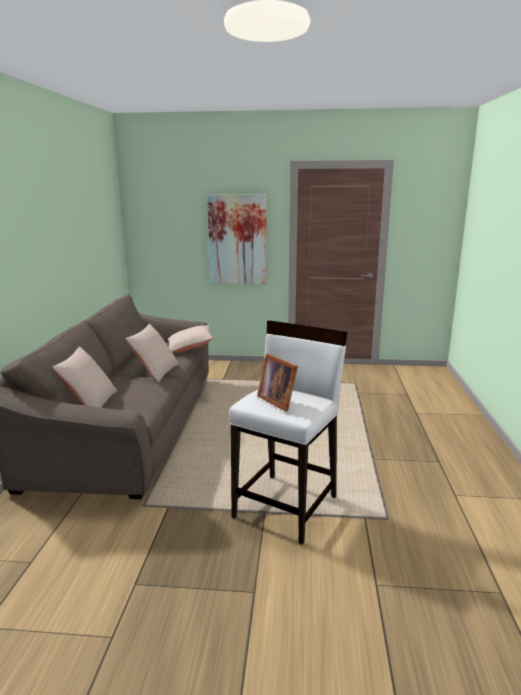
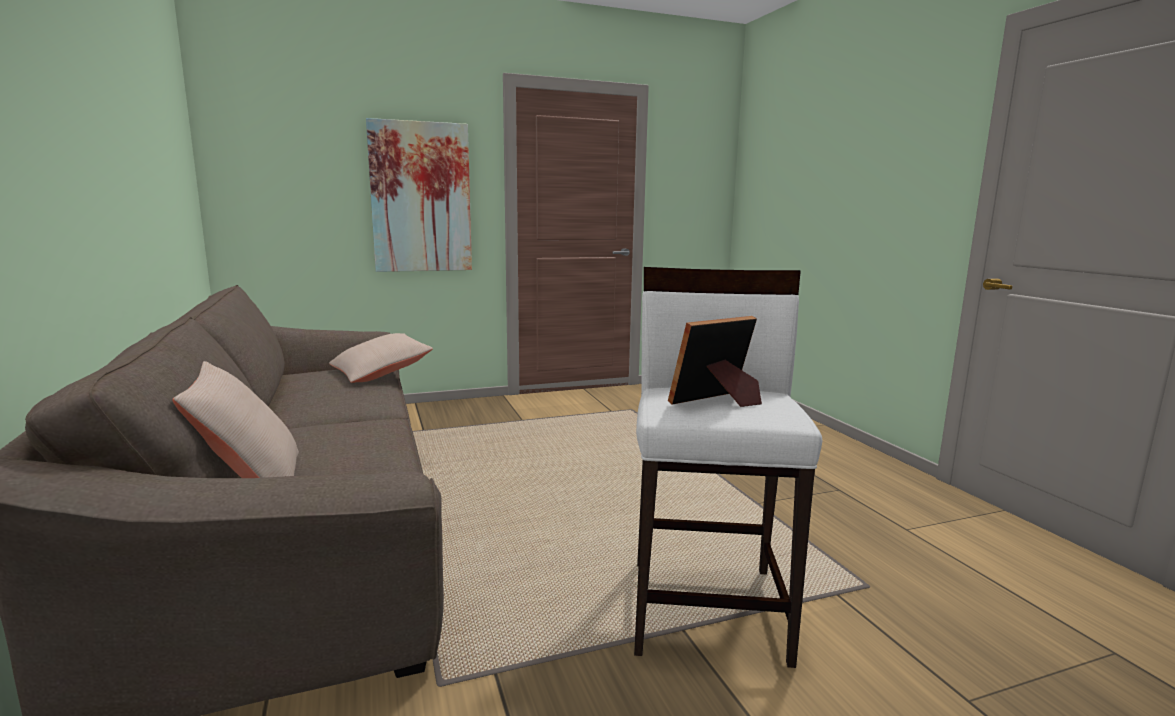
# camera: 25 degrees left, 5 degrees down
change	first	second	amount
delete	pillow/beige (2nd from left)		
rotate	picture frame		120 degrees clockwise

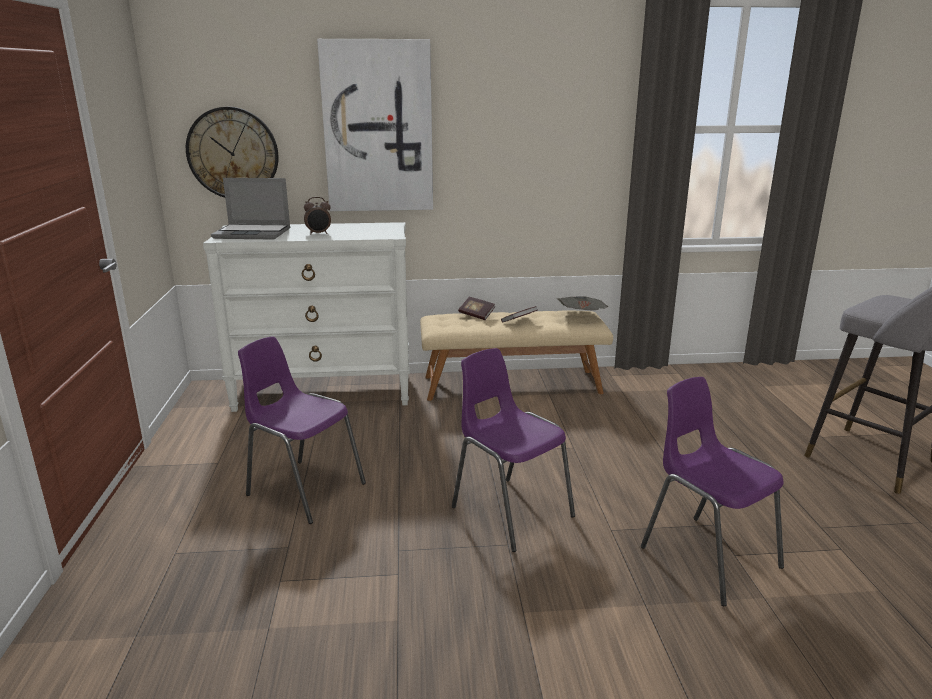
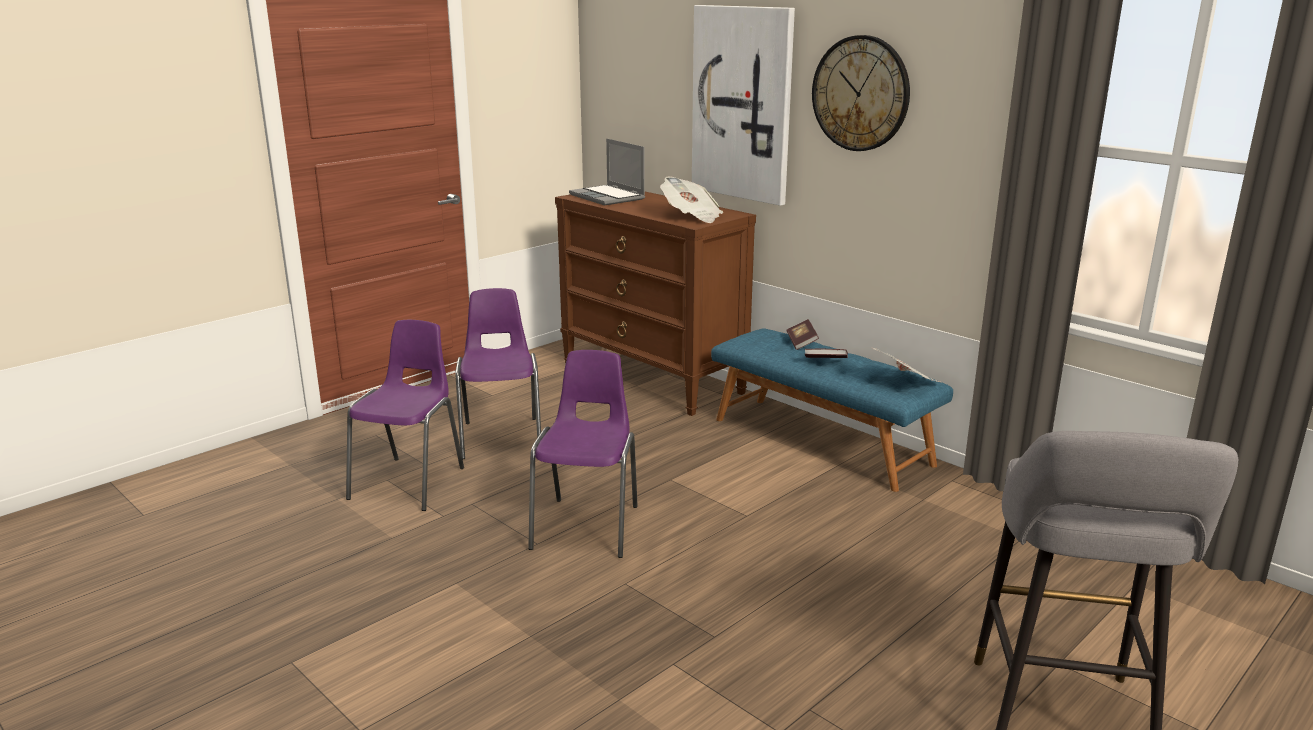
# camera: 50 degrees right, 0 degrees up
change	first	second	amount
delete	alarm clock		
insert		newspaper (1st from left)	
move	wall clock		
move	chair/purple (3rd from left in the first image)	chair/purple (1st from left)	
recolor	dresser/white	dresser/brown	
recolor	bench/beige	bench/blue	

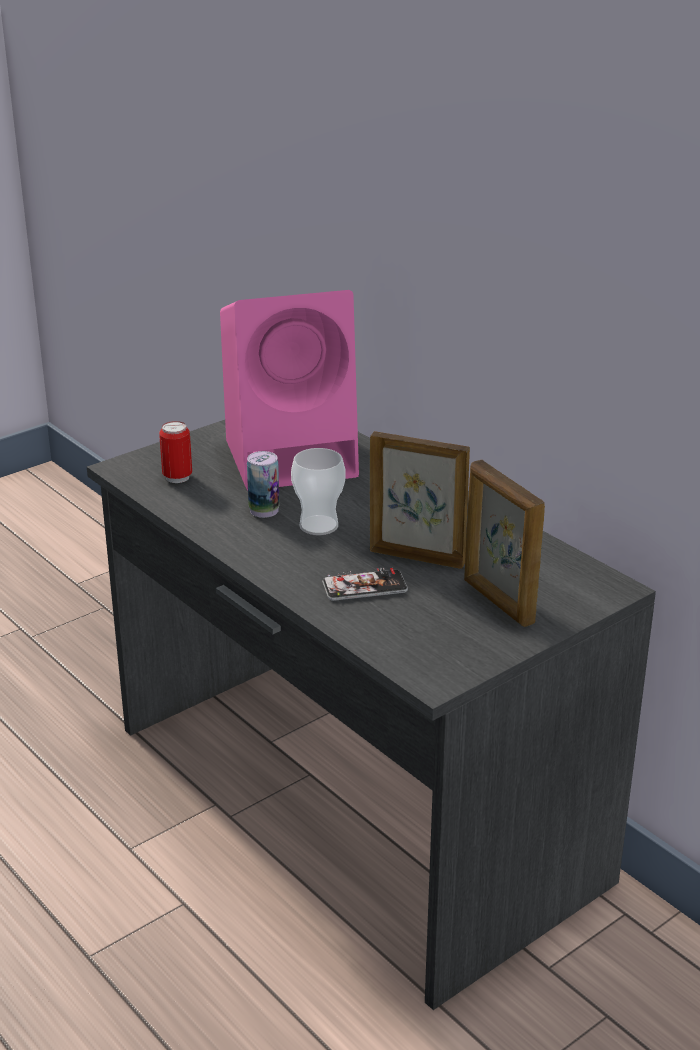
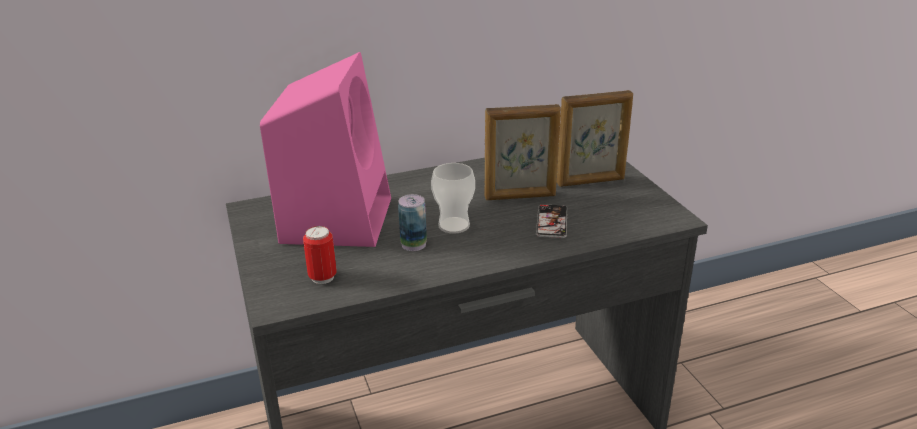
# camera: 70 degrees left, 0 degrees up
change	first	second	amount
rotate	picture frame (1st from left)		135 degrees counterclockwise

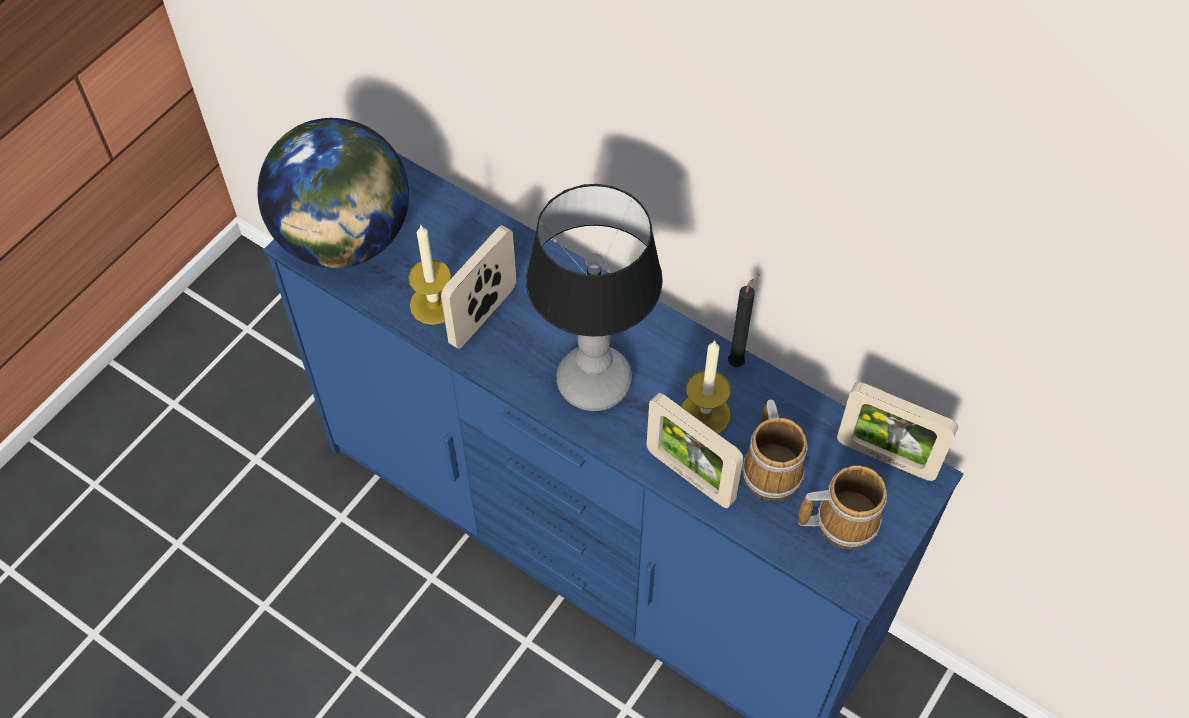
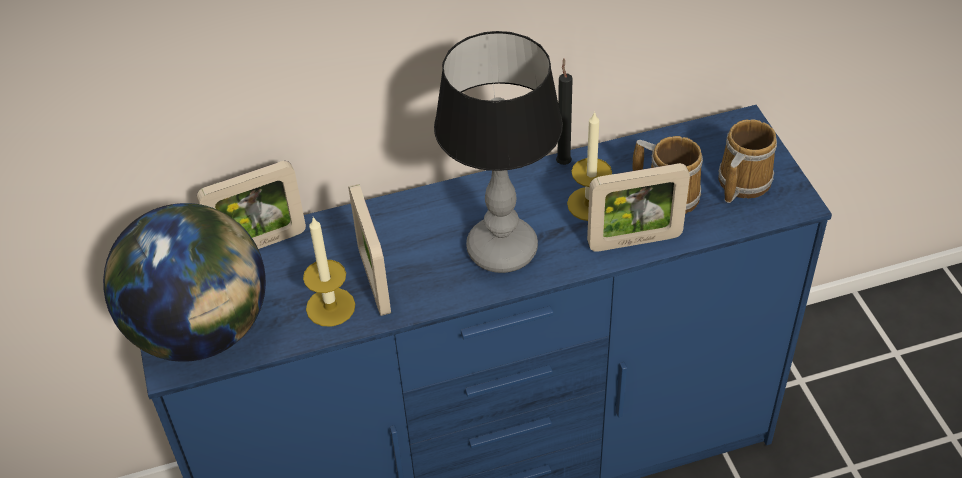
# camera: 50 degrees left, 10 degrees down
change	first	second	amount
move	picture frame (3rd from left in the first image)	picture frame (1st from left)	

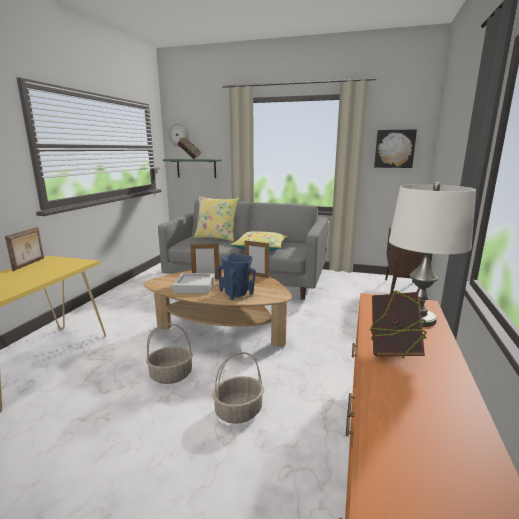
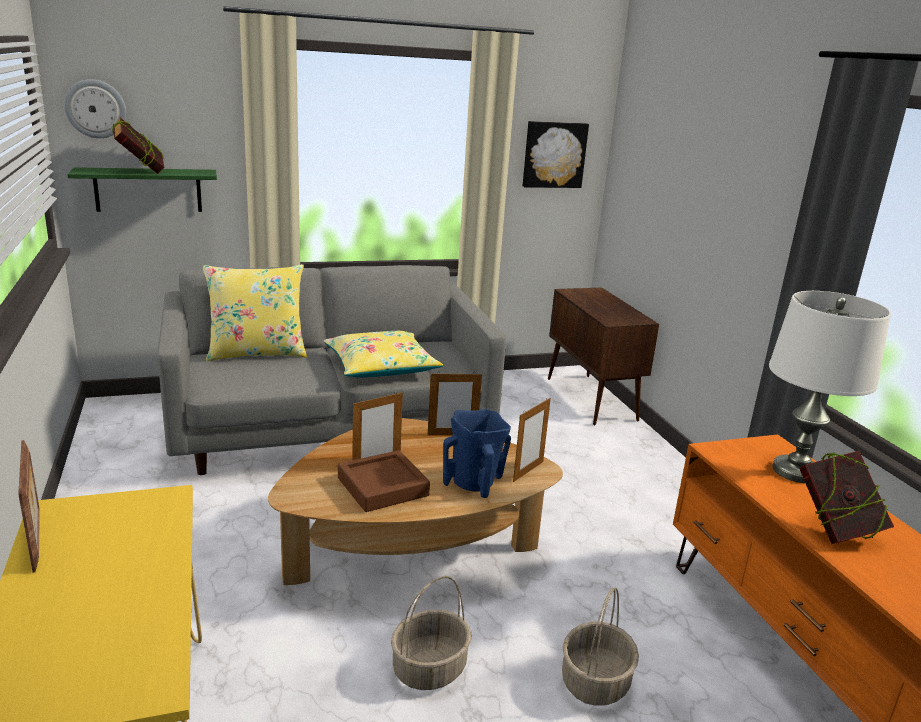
# camera: 35 degrees left, 5 degrees up
change	first	second	amount
insert		picture frame (4th from left)	
recolor	tray/grey	tray/brown	

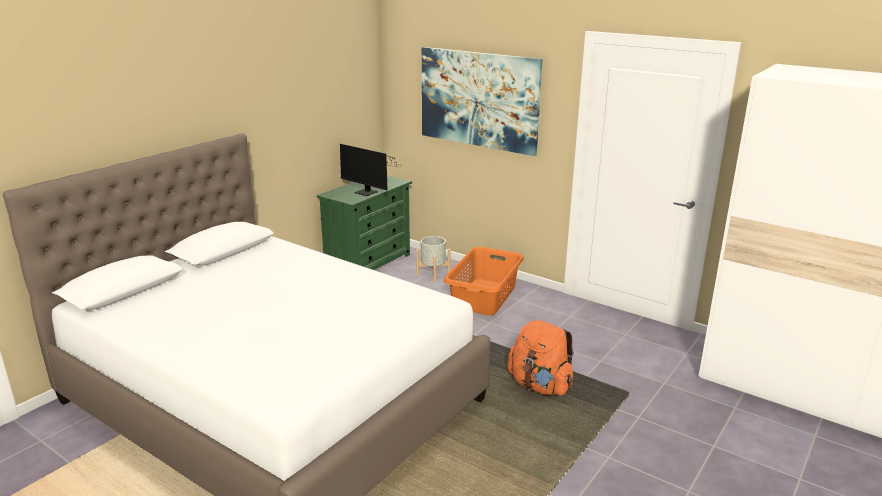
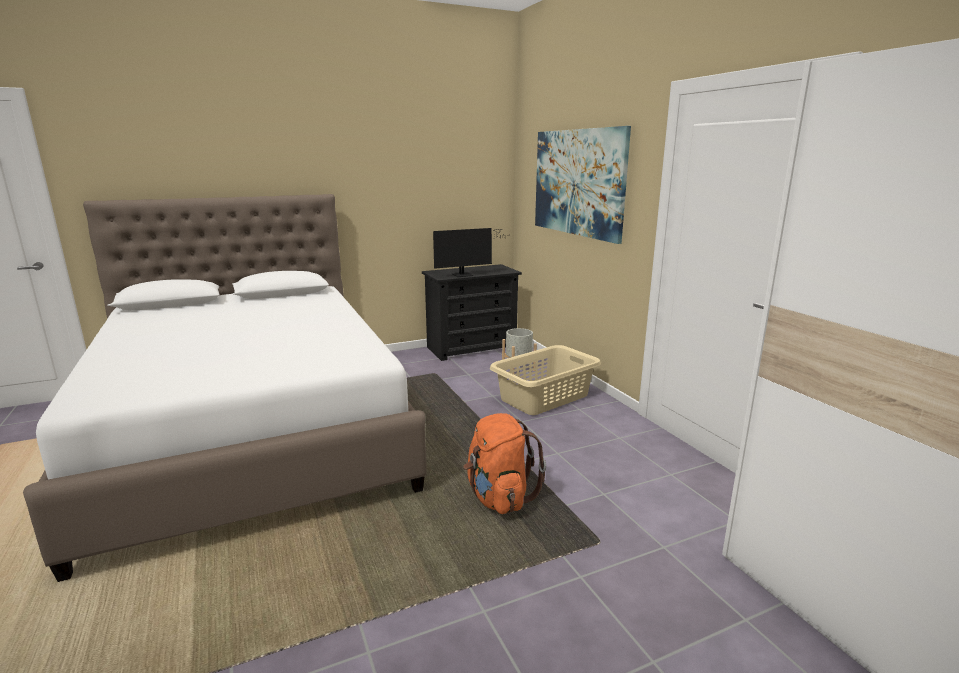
# camera: 30 degrees right, 5 degrees down
change	first	second	amount
recolor	dresser/green	dresser/black	
recolor	laundry basket/orange	laundry basket/beige	
rotate	monitor		90 degrees counterclockwise

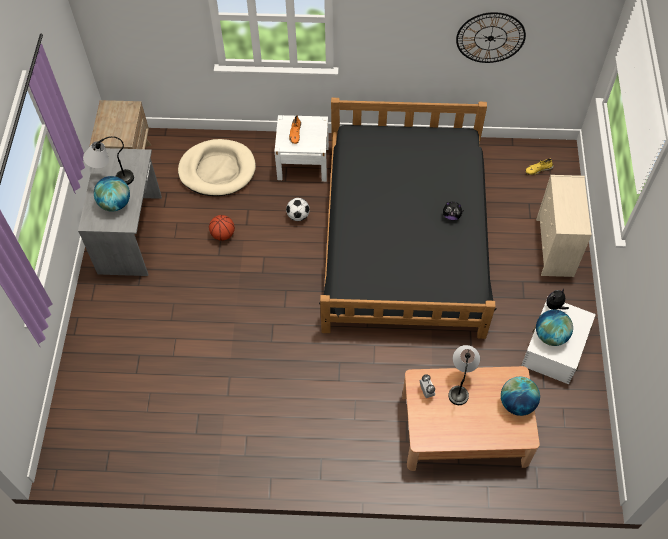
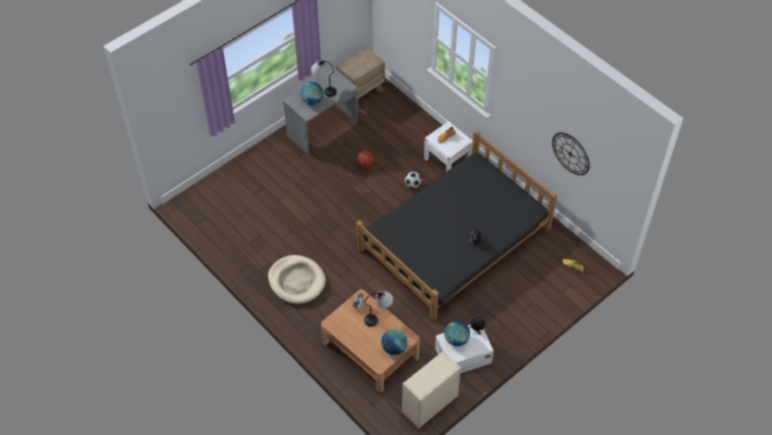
# camera: 45 degrees right, 5 degrees down
change	first	second	amount
move	dog bed/beige		
move	dresser/beige		

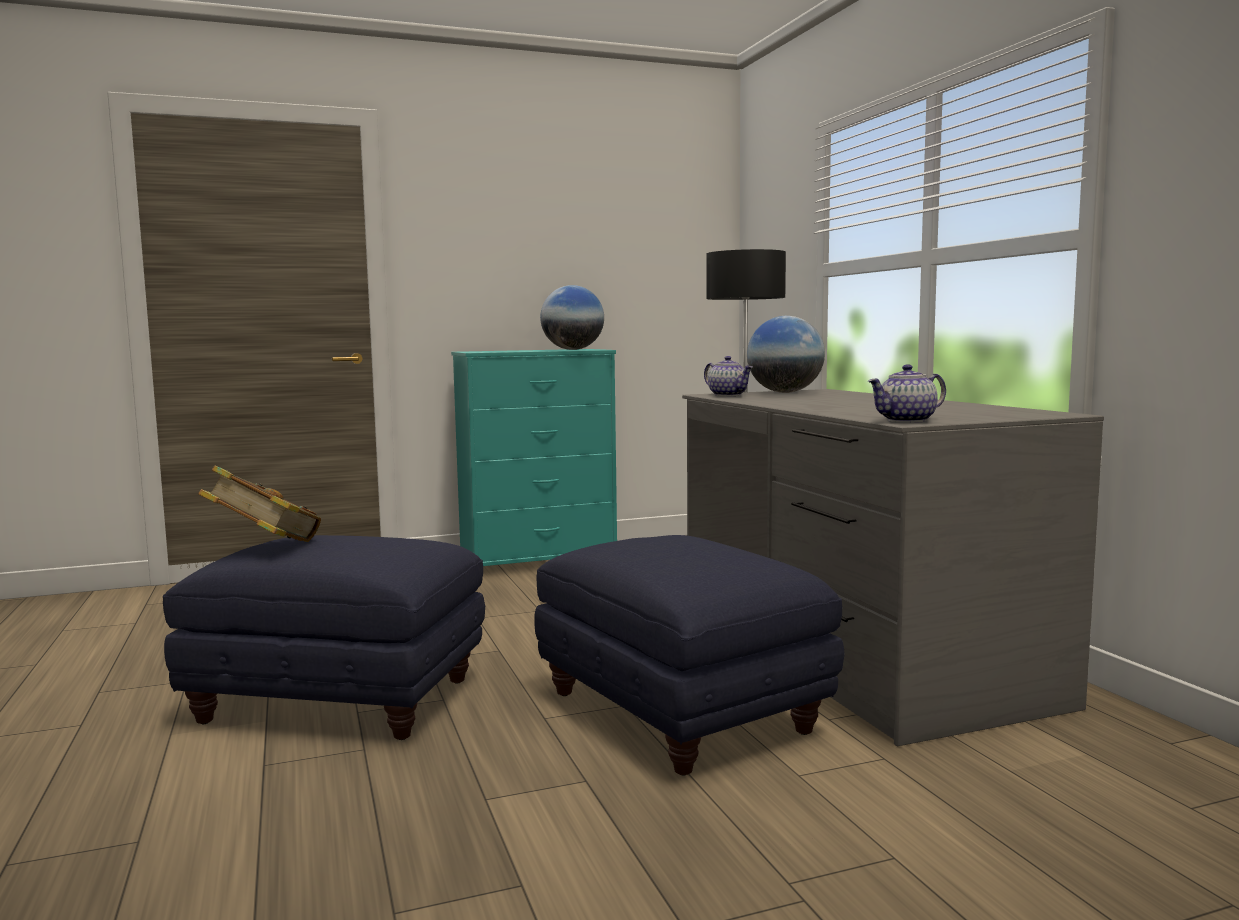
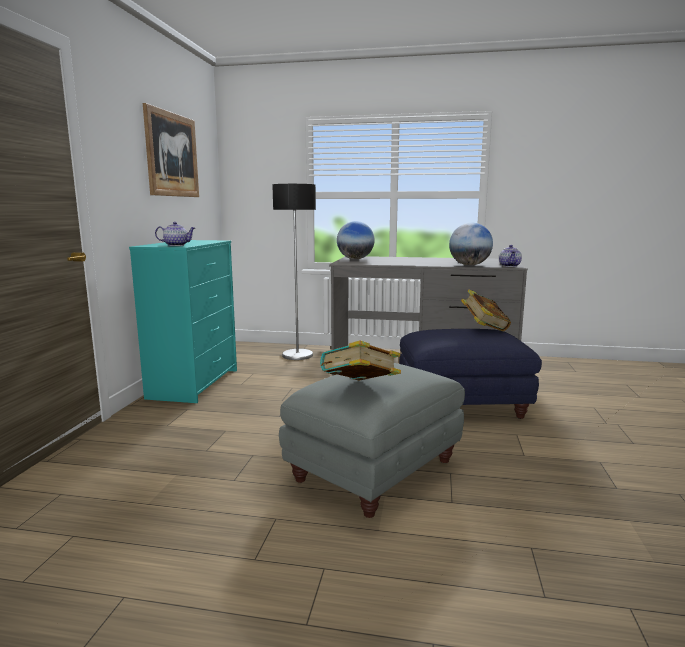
# camera: 60 degrees left, 5 degrees up
change	first	second	amount
insert		picture	
insert		book (2nd from left)	
move	globe (1st from left in the first image)	globe (2nd from left)	
move	teapot (1st from left)		
recolor	ottoman/blue (1st from left)	ottoman/grey	

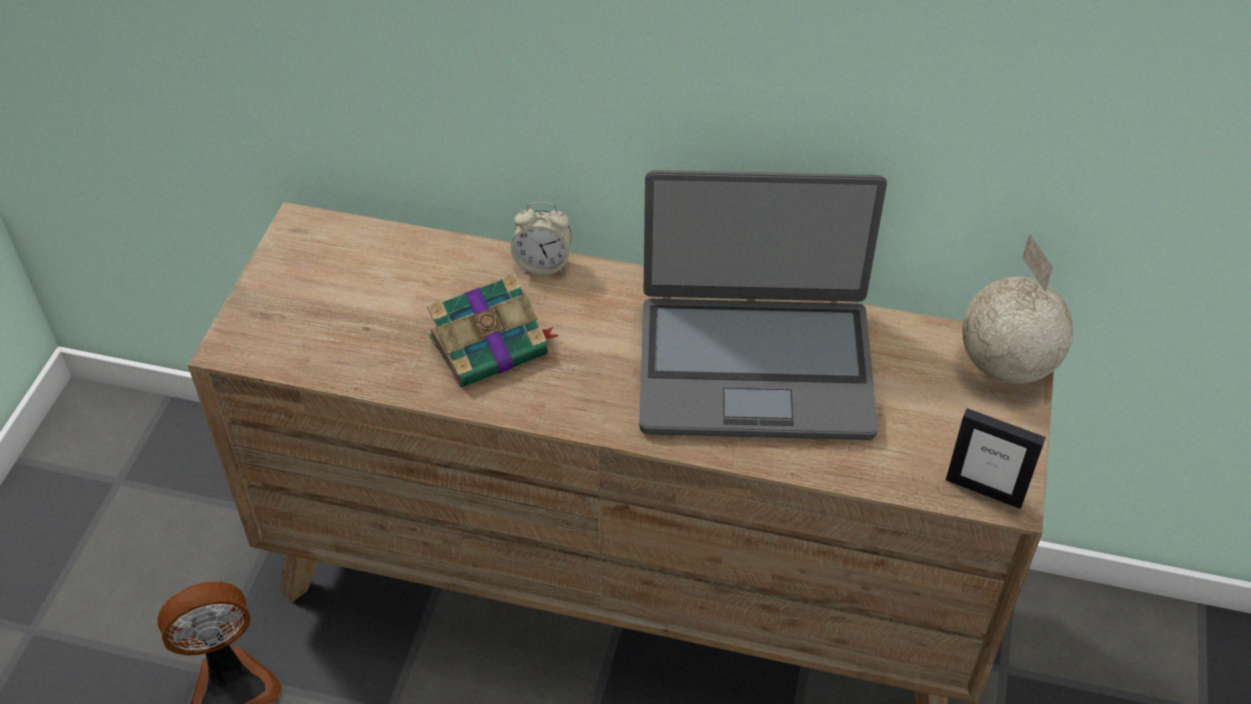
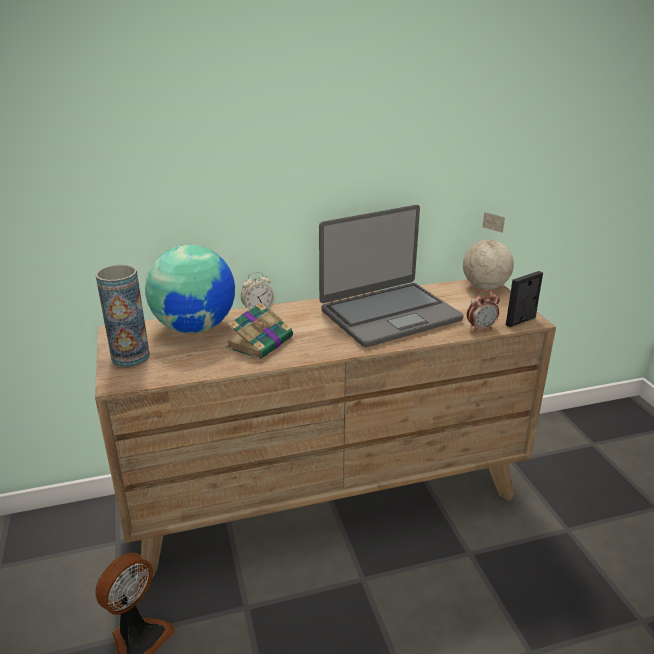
# camera: 30 degrees left, 20 degrees down
change	first	second	amount
insert		vase	
insert		globe (1st from left)	
insert		alarm clock (2nd from left)	
rotate	picture frame		150 degrees clockwise

